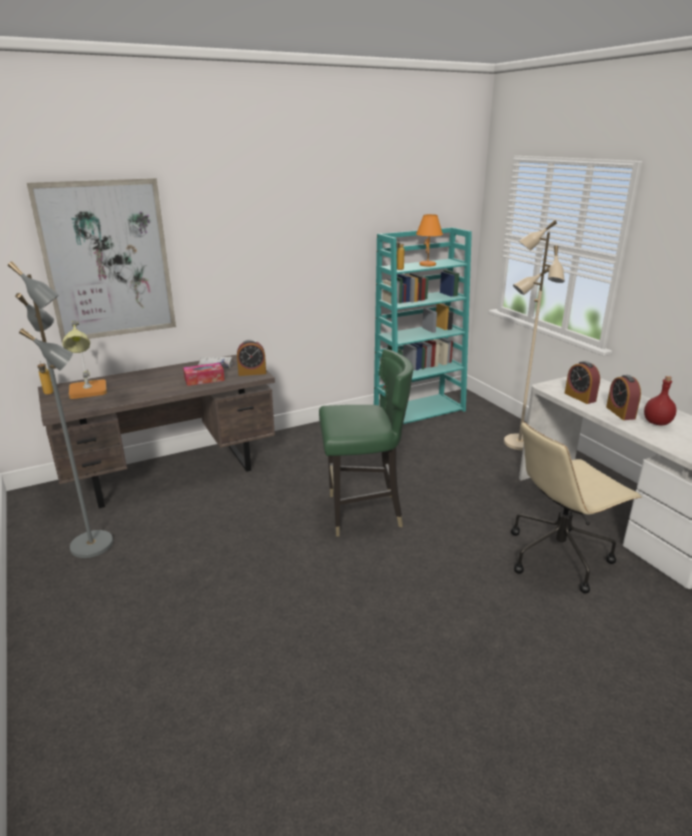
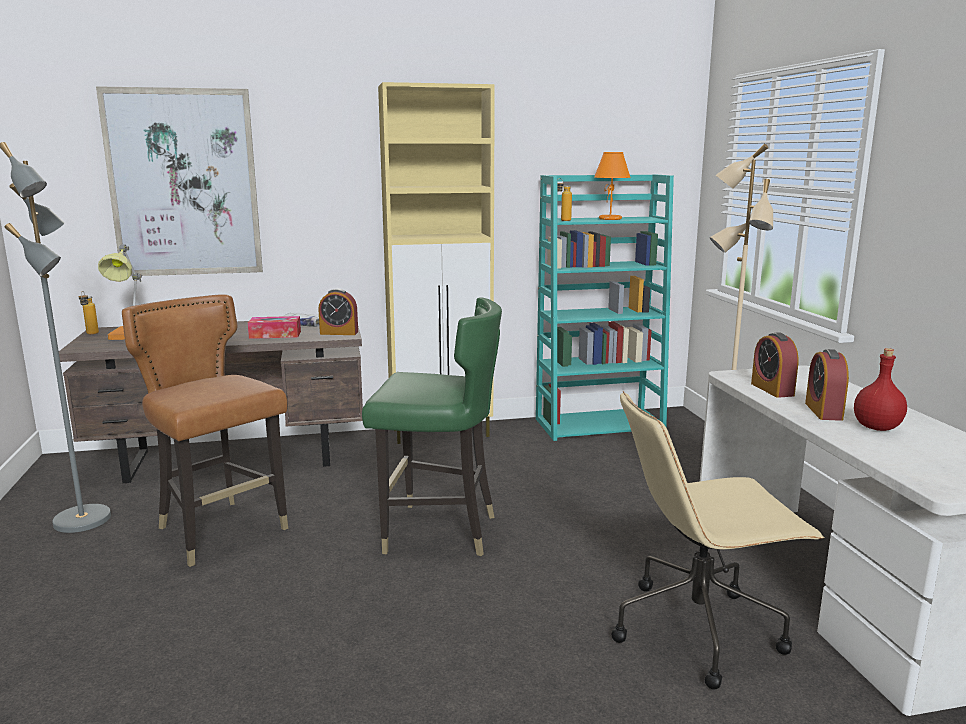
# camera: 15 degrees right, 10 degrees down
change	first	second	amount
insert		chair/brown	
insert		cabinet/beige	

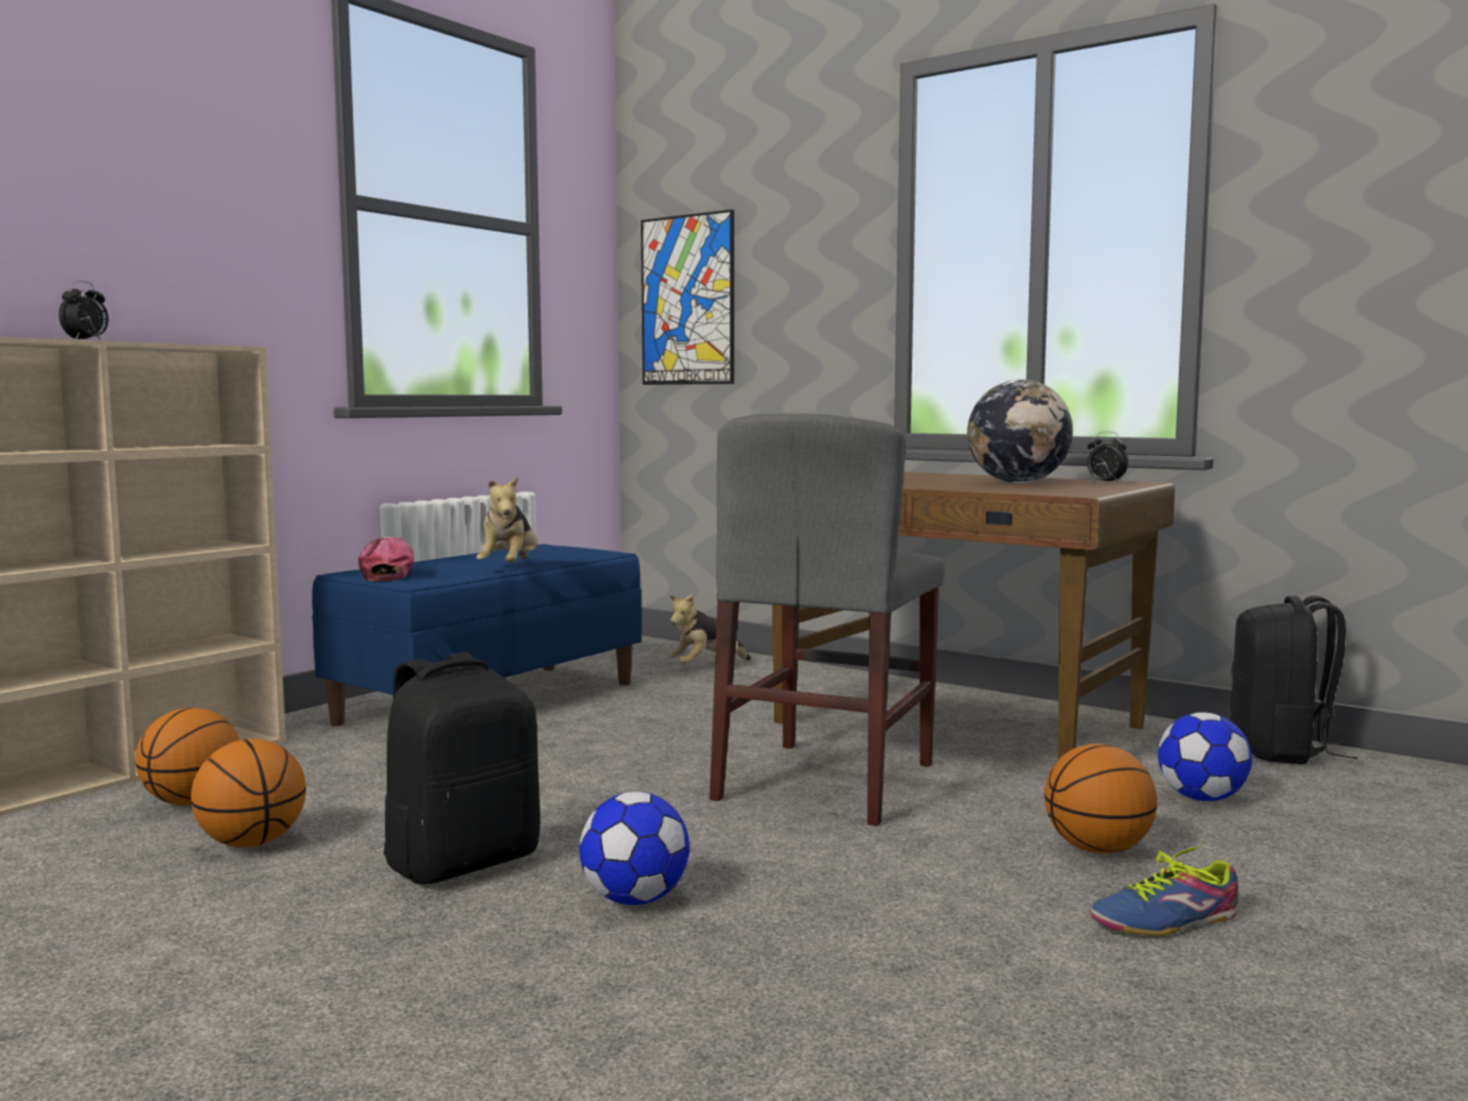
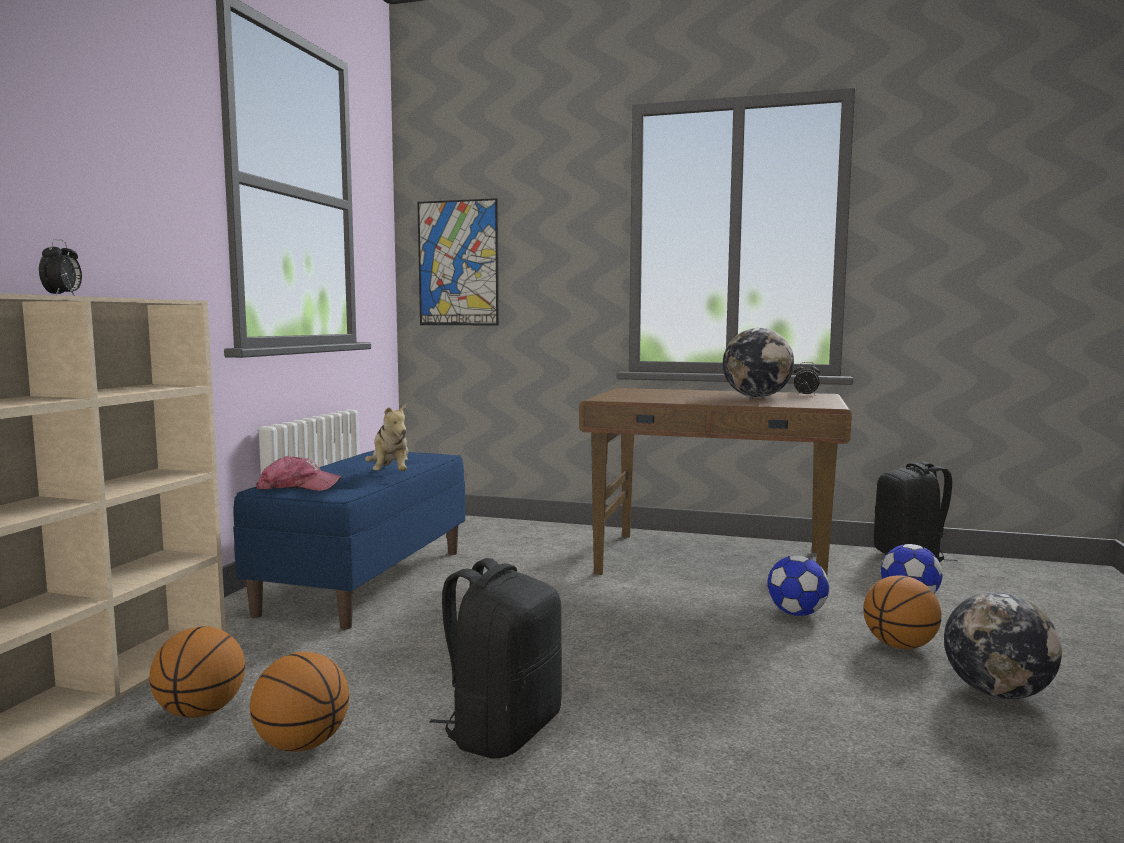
# camera: 20 degrees left, 0 degrees up
change	first	second	amount
delete	plush toy (2nd from left)		
delete	chair/grey		
move	football (1st from left)		
replace	shoe	globe (2nd from left)	
rotate	cap		120 degrees clockwise

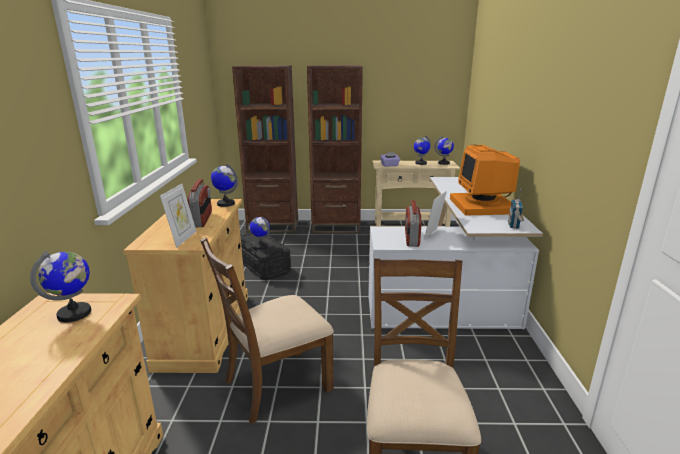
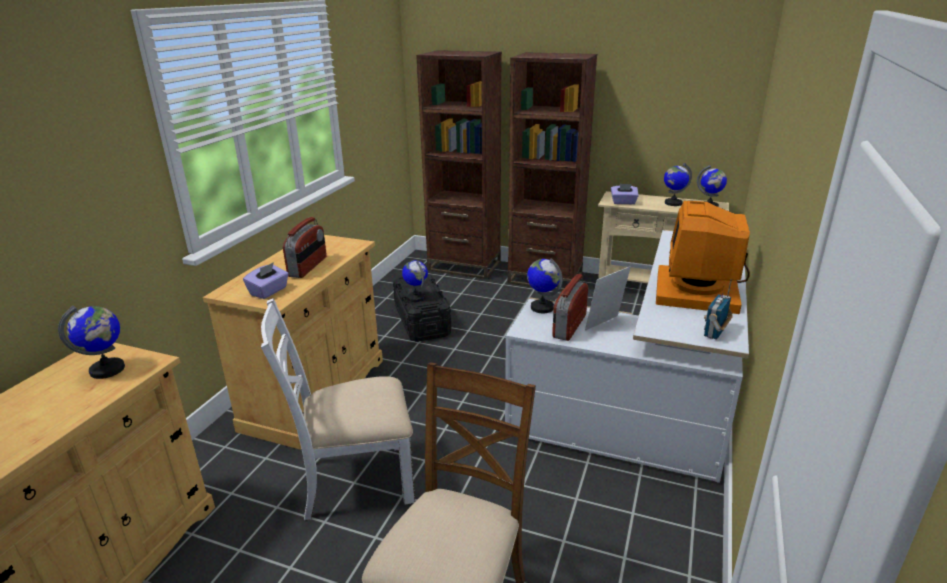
# camera: 20 degrees right, 5 degrees up
change	first	second	amount
move	globe (2nd from left in the first image)	globe (3rd from left)	
replace	picture frame (1st from left)	tissue box/purple (1st from left)	
recolor	chair/brown (1st from left)	chair/white	

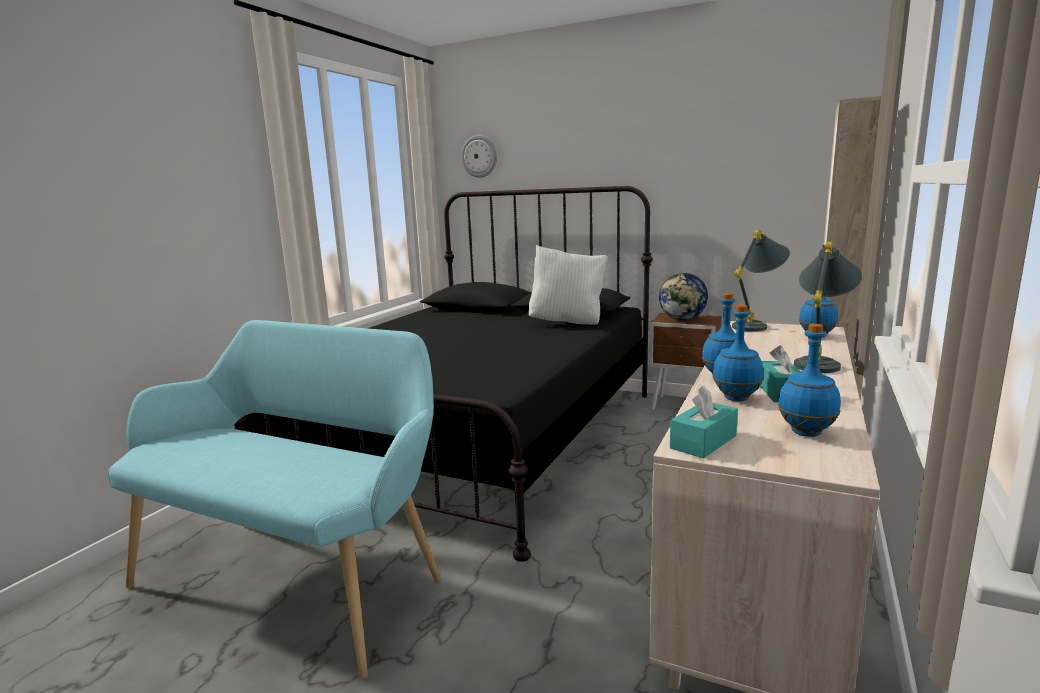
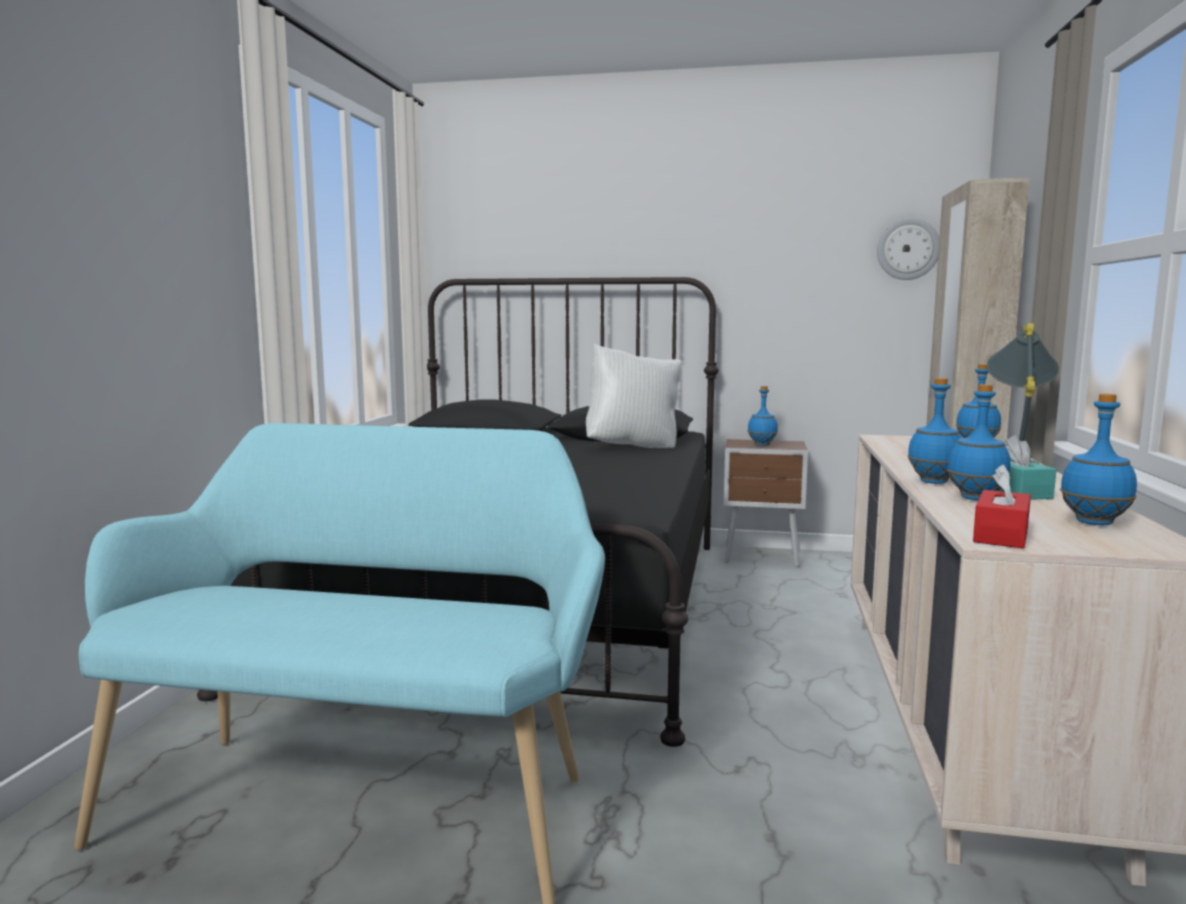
# camera: 15 degrees left, 5 degrees down
change	first	second	amount
delete	table lamp/grey (1st from left)		
move	wall clock		
replace	globe	bottle/blue (1st from left)	
recolor	tissue box/turquoise (1st from left)	tissue box/red	

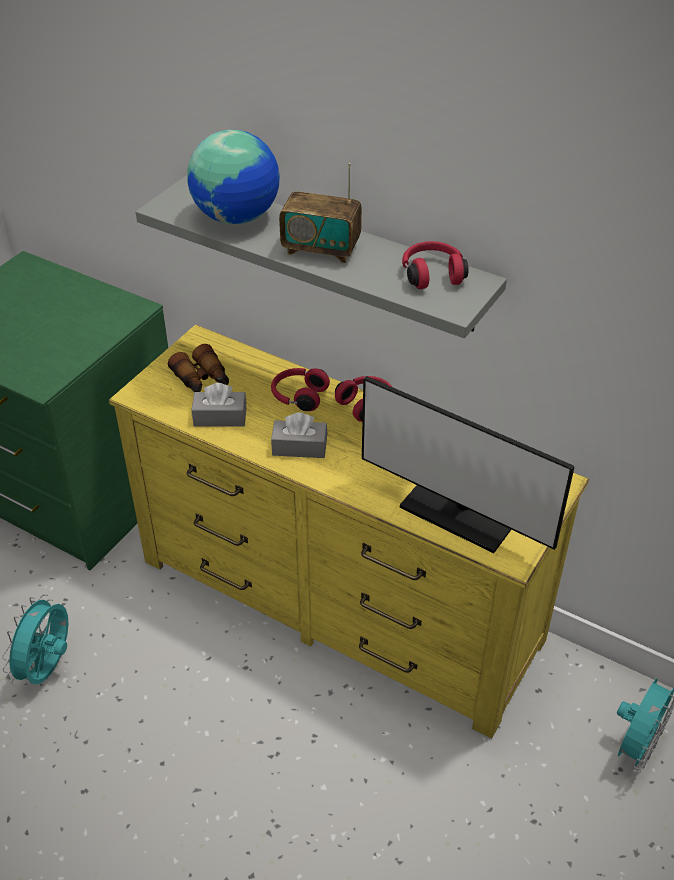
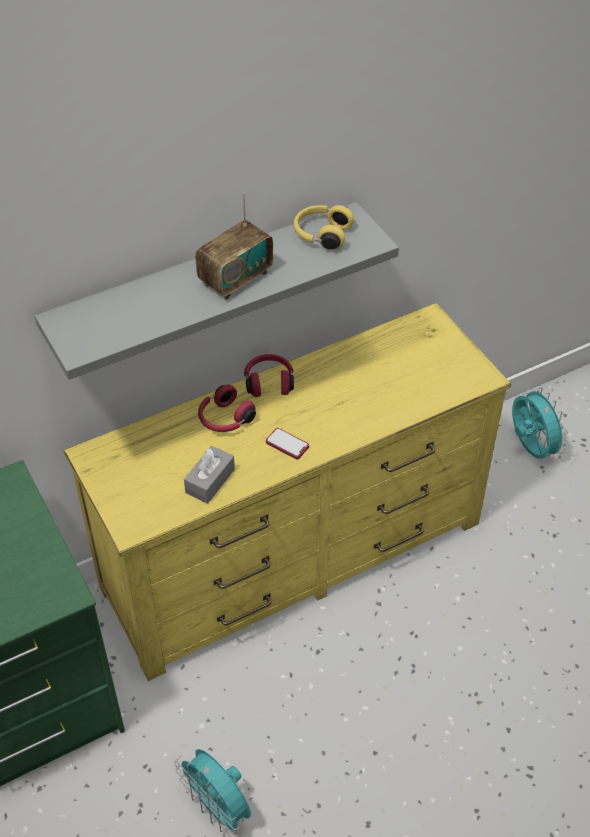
# camera: 60 degrees left, 5 degrees up
change	first	second	amount
delete	binoculars		
delete	globe		
delete	monitor		
replace	tissue box/grey (2nd from left)	phone	
recolor	headphones/red (3rd from left)	headphones/yellow	

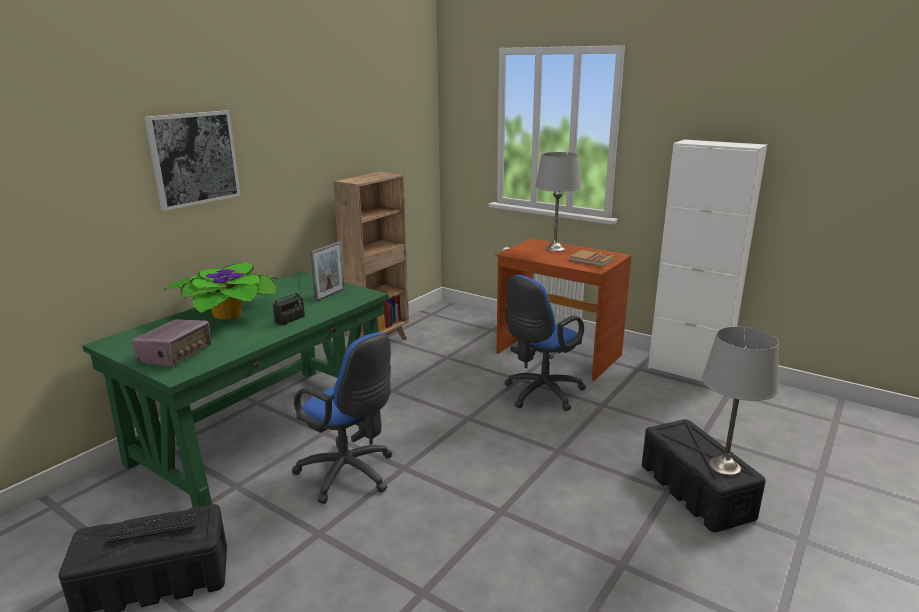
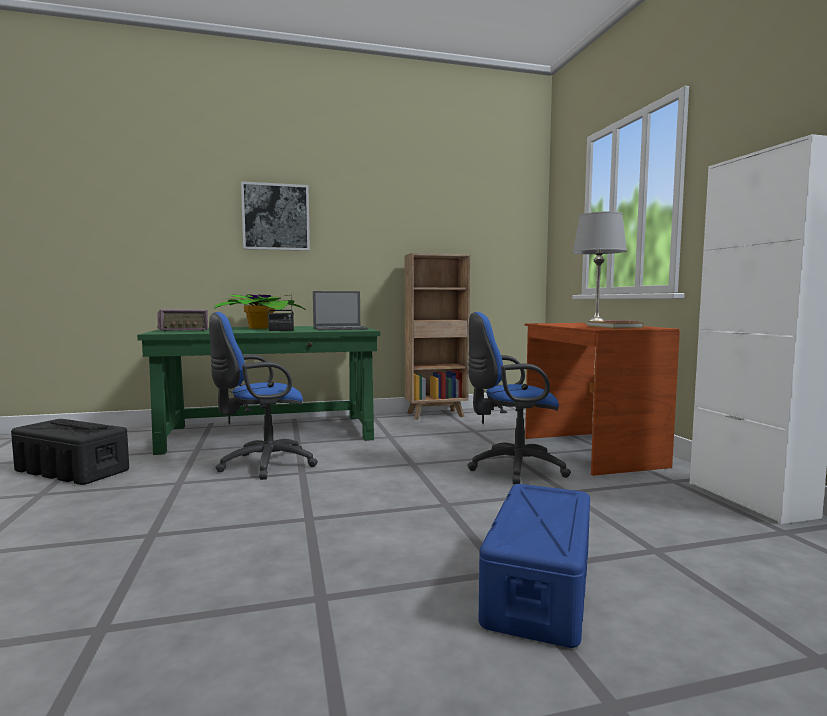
# camera: 40 degrees right, 15 degrees down
change	first	second	amount
delete	table lamp/grey (2nd from left)		
replace	picture frame	laptop	
recolor	storage box/black (2nd from left)	storage box/blue	
rotate	office chair/blue (1st from left)		75 degrees clockwise

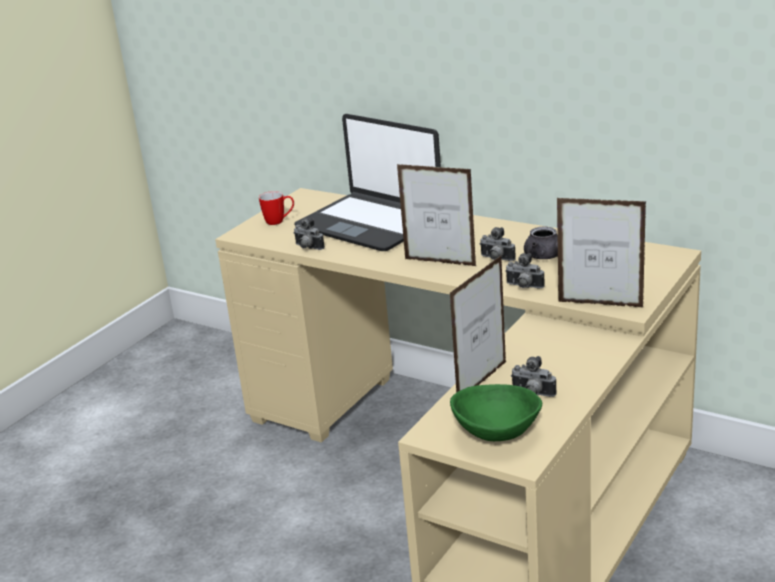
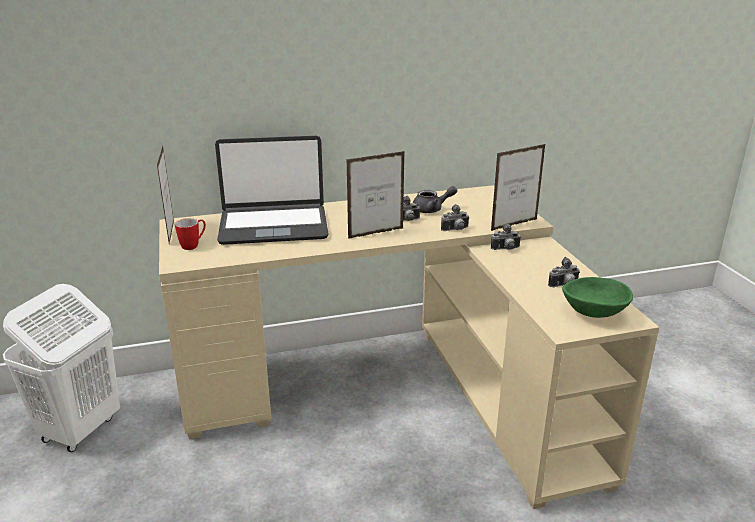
# camera: 50 degrees left, 0 degrees up
change	first	second	amount
insert		laundry basket/white	
move	photo camera (1st from left in the first image)	photo camera (3rd from left)	
move	picture frame (2nd from left in the first image)	picture frame (1st from left)	

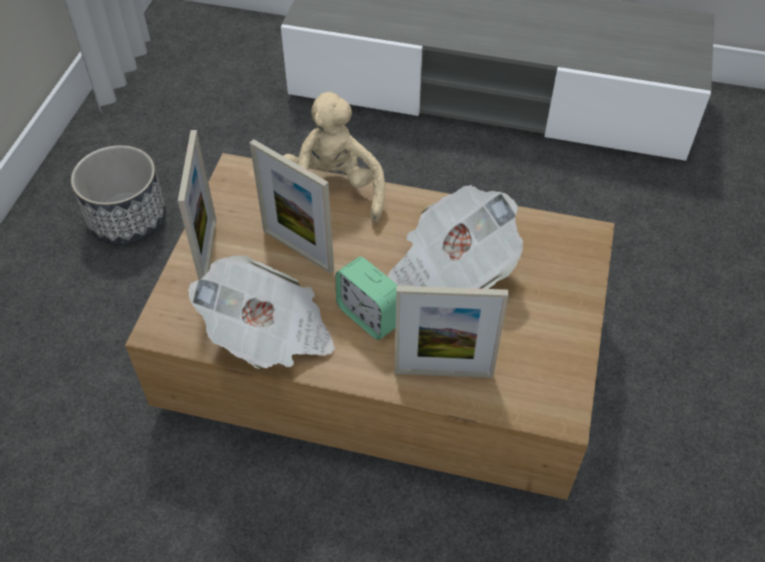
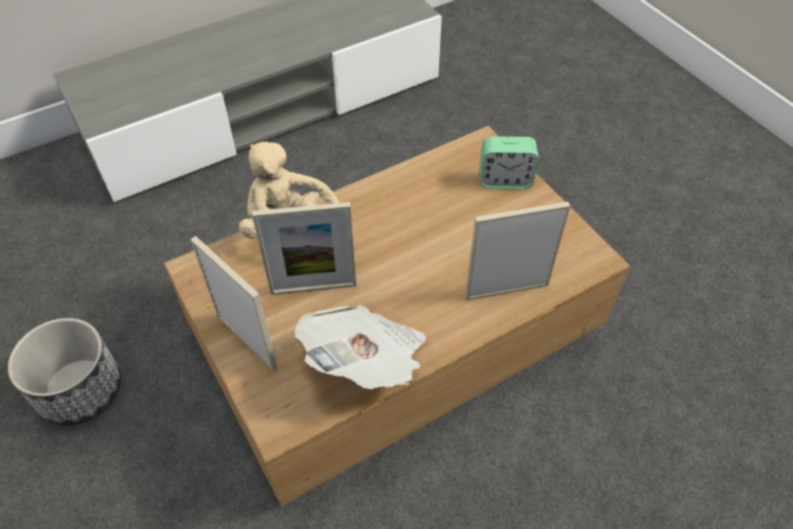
# camera: 45 degrees left, 0 degrees up
change	first	second	amount
delete	newspaper (2nd from left)		
move	alarm clock		
rotate	picture frame (3rd from left)		150 degrees counterclockwise

